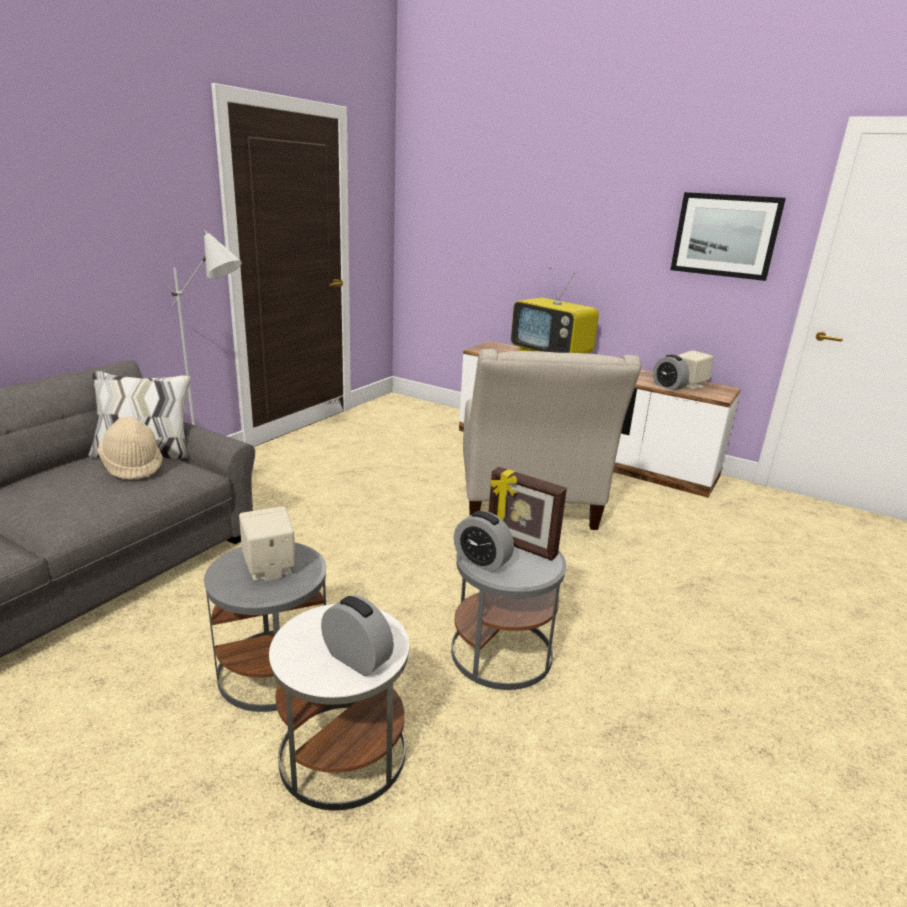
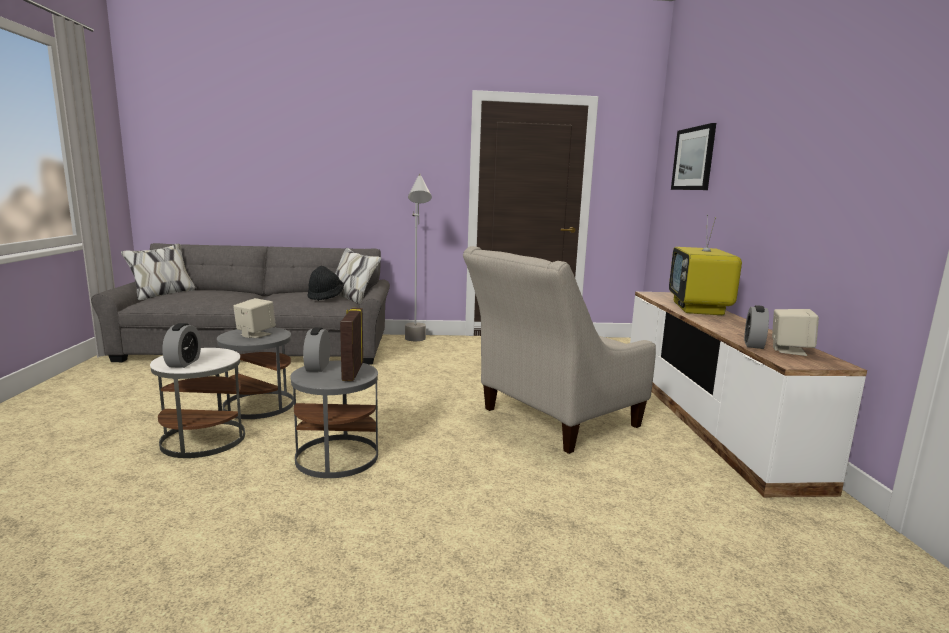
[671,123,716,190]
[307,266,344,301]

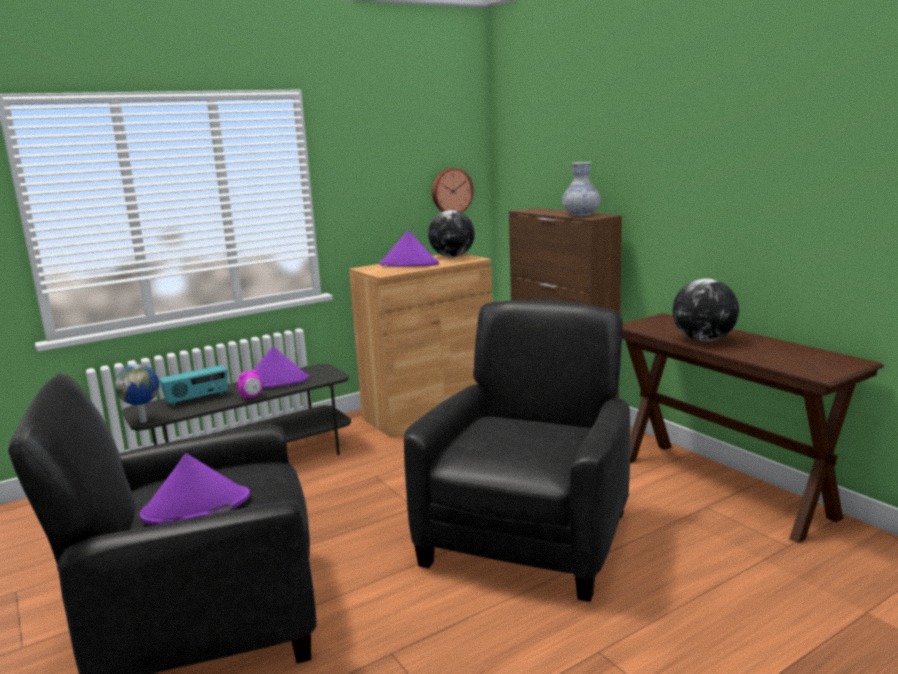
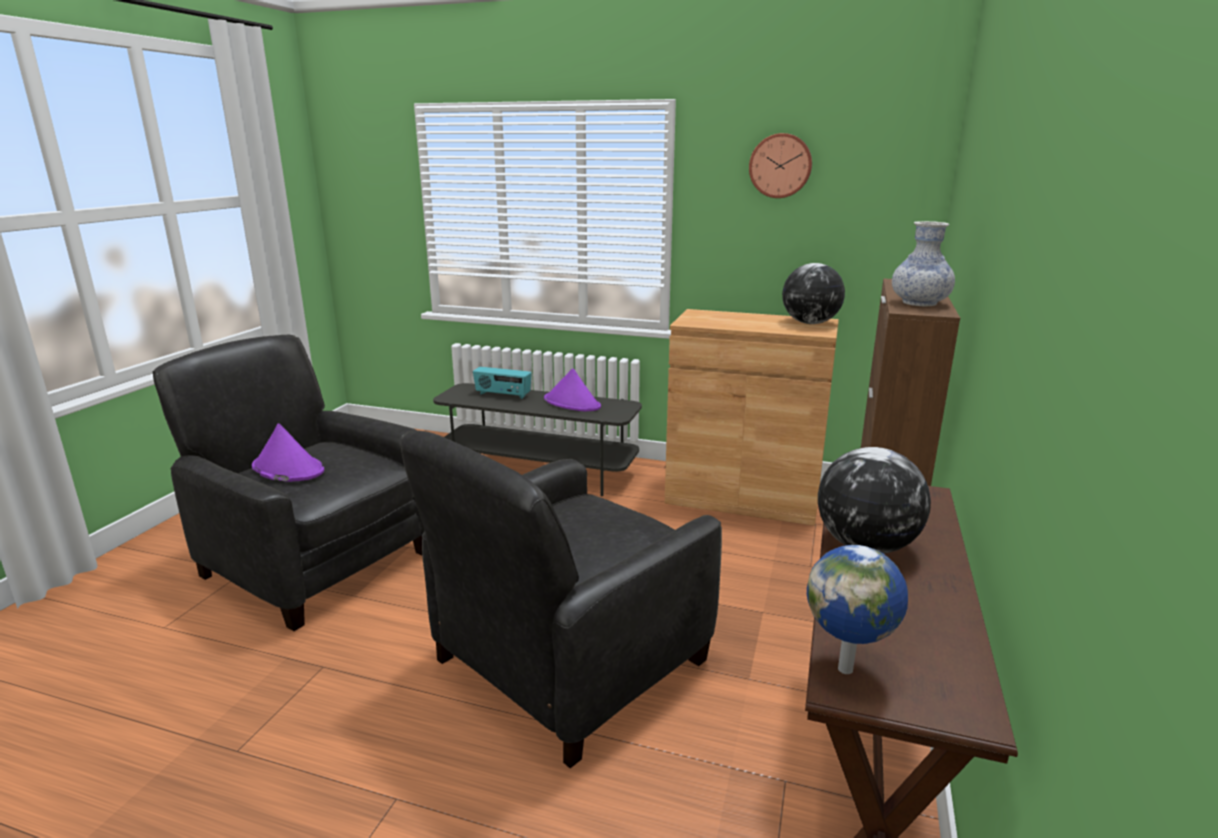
[749,133,812,198]
[379,230,439,267] (first image)
[400,430,722,768]
[807,545,908,674]
[238,370,263,399] (first image)

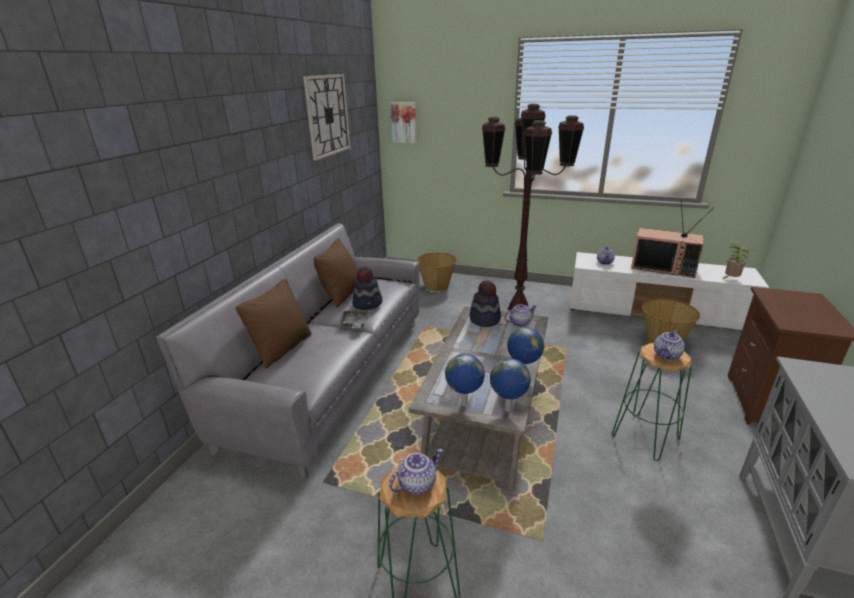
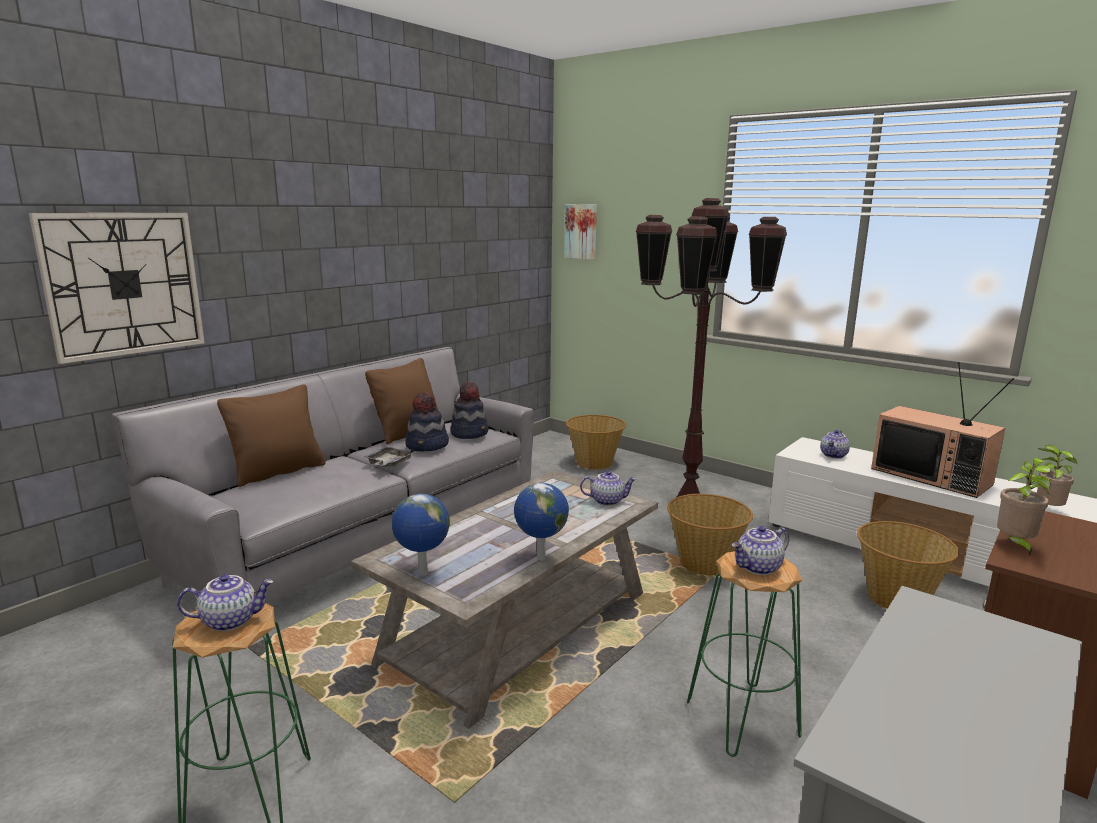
[29,213,205,364]
[450,382,489,439]
[490,358,531,412] (first image)
[997,457,1051,557]
[667,494,753,576]

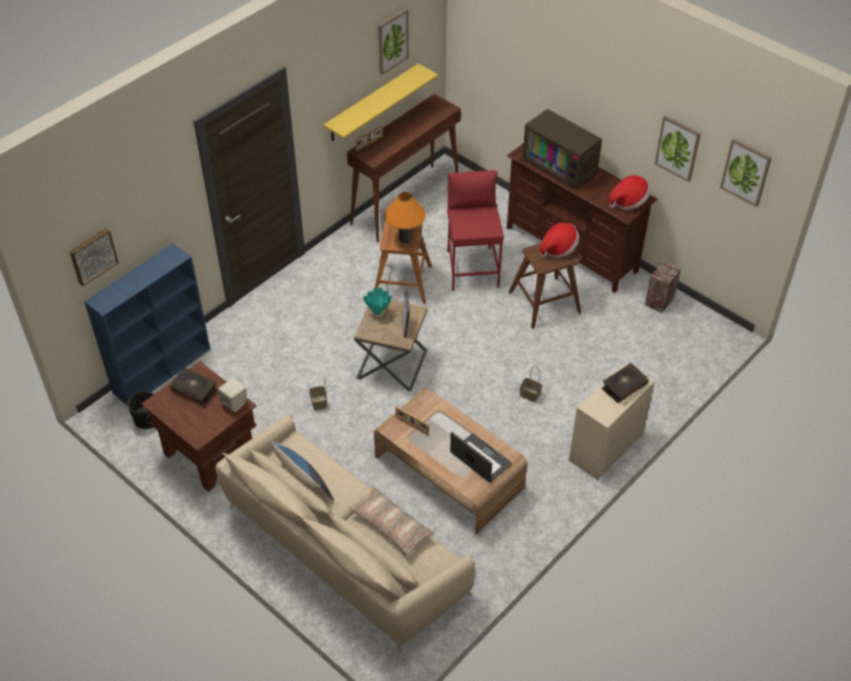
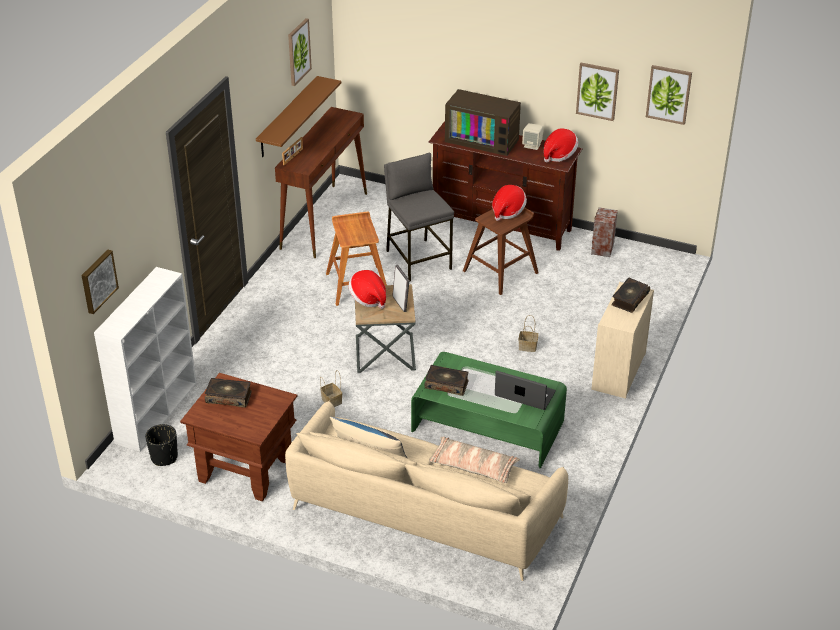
[256,76,341,157]
[384,153,454,282]
[385,192,426,243] (first image)
[94,267,197,451]
[349,270,386,309]
[522,123,544,150]
[411,352,567,468]
[425,365,469,396]

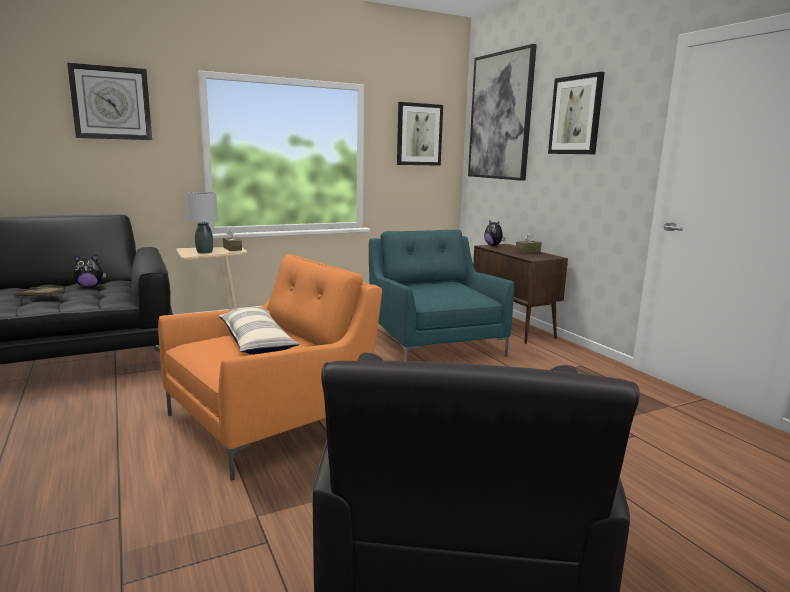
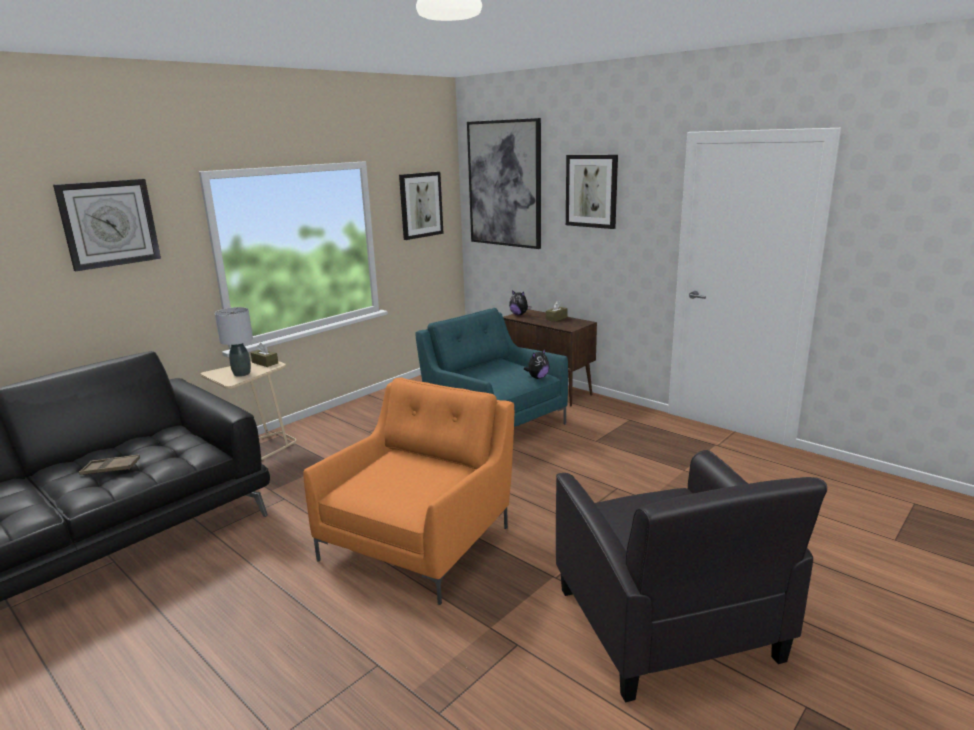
[524,349,550,379]
[219,308,300,355] (first image)

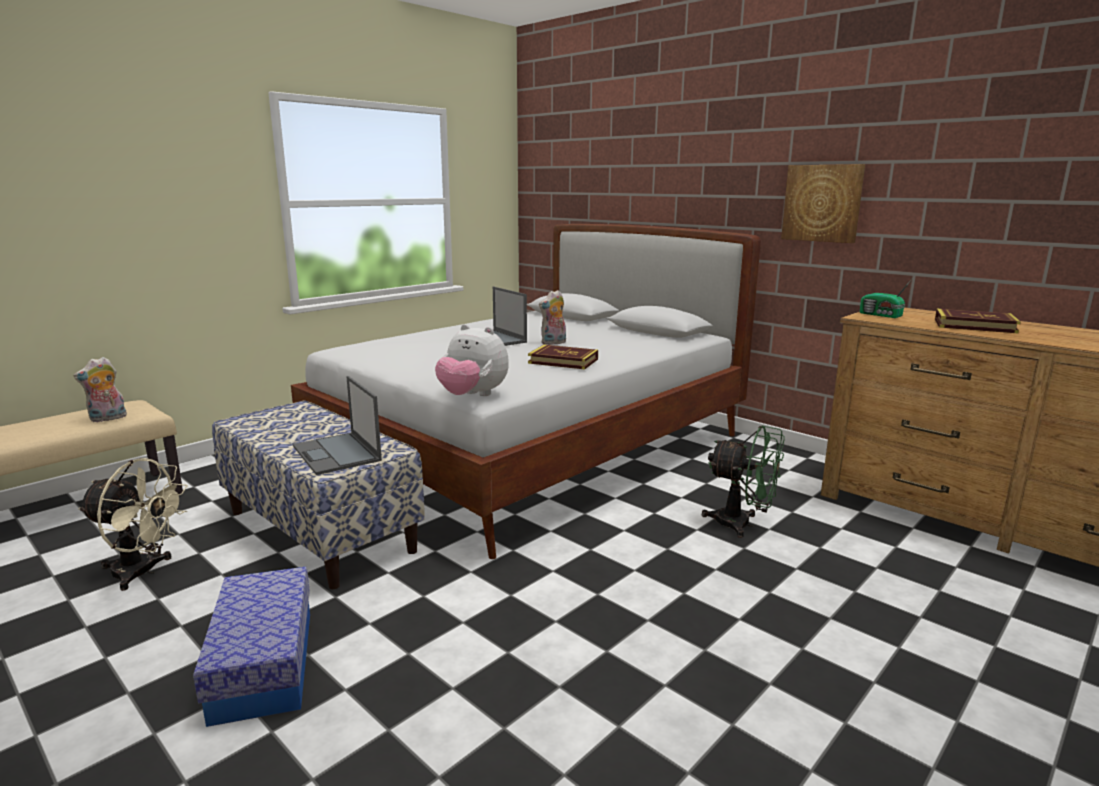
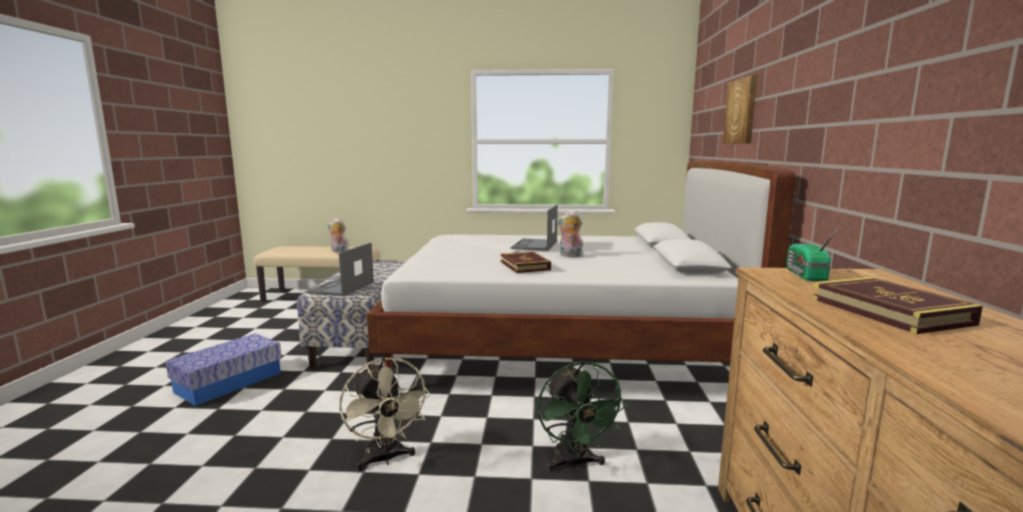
[723,75,757,144]
[435,324,509,396] (first image)
[339,357,430,471]

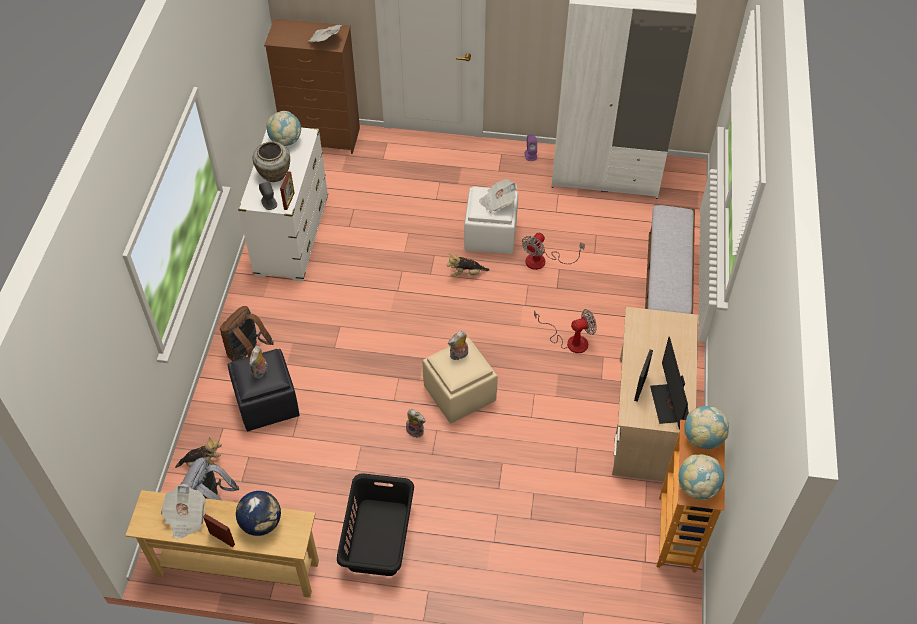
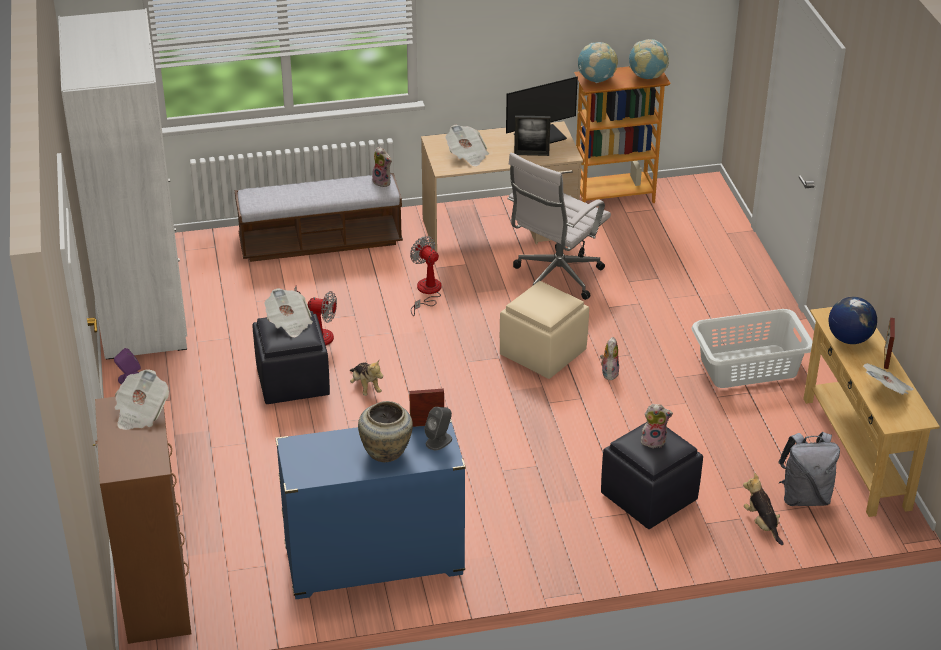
[266,111,301,146] (first image)
[275,420,466,599]
[253,311,330,404]
[220,306,274,361] (first image)
[372,147,392,187]
[692,309,813,388]
[446,125,489,167]
[507,153,611,300]

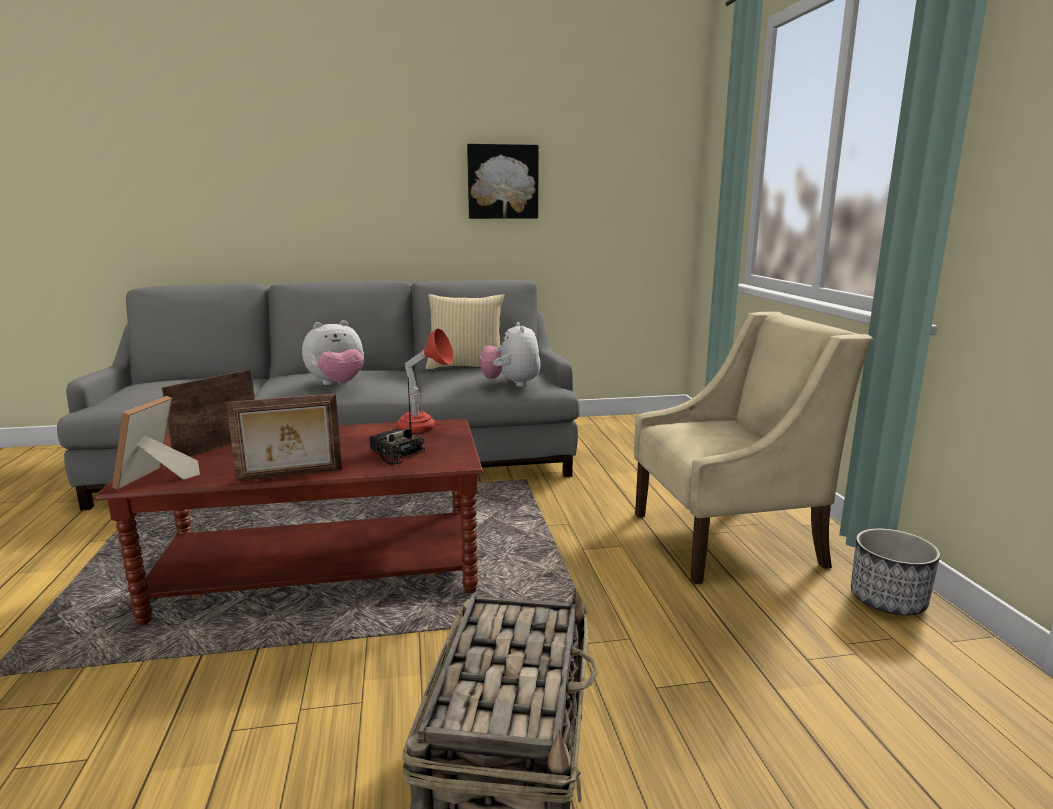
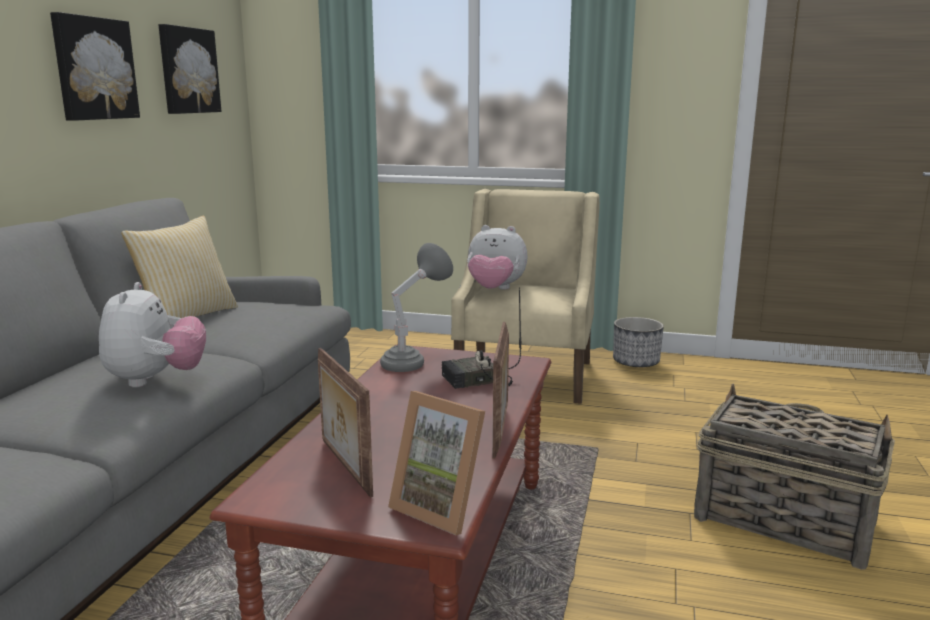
[467,225,528,290]
[380,243,453,372]
[158,24,221,114]

